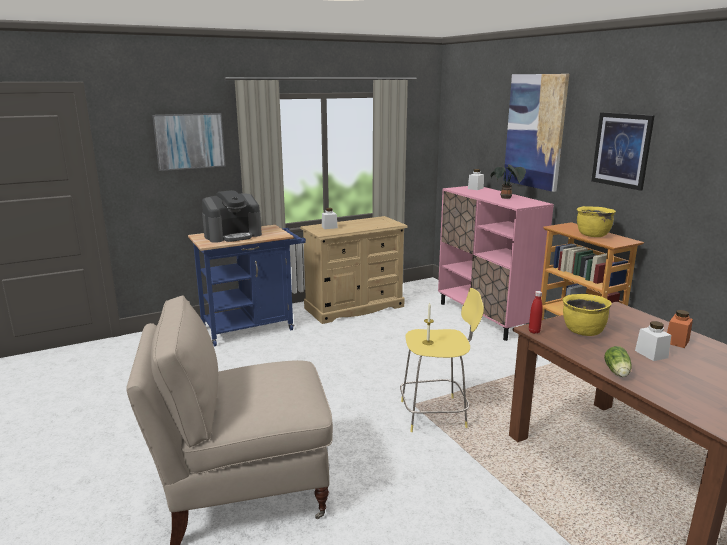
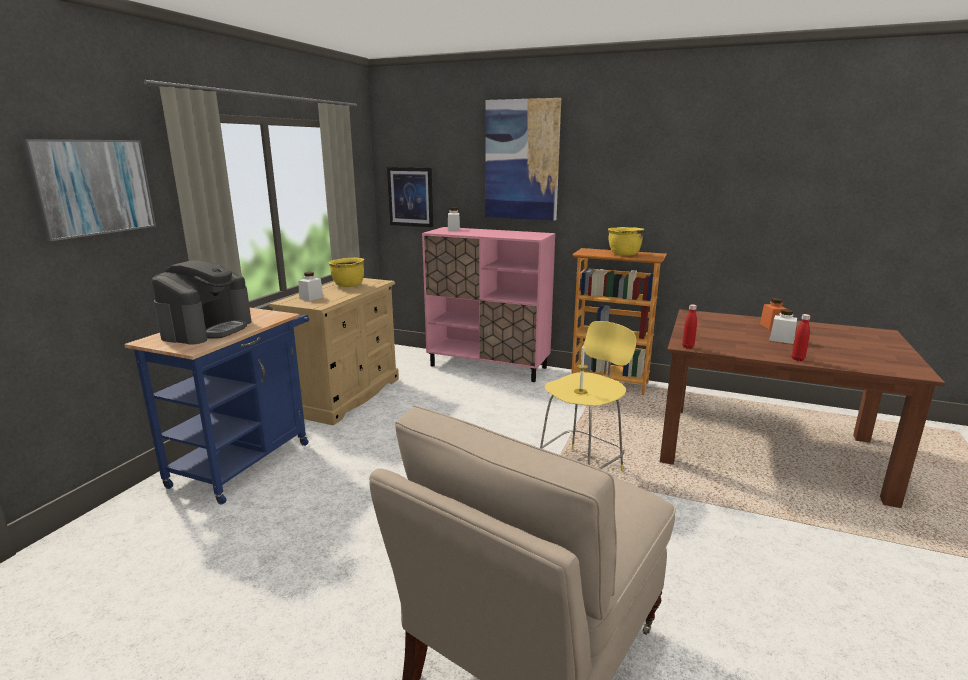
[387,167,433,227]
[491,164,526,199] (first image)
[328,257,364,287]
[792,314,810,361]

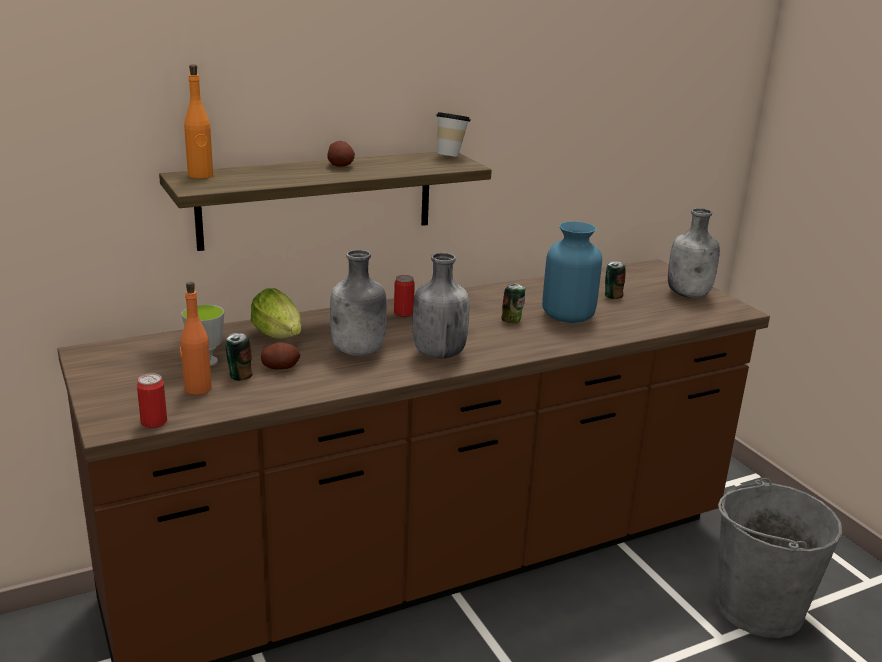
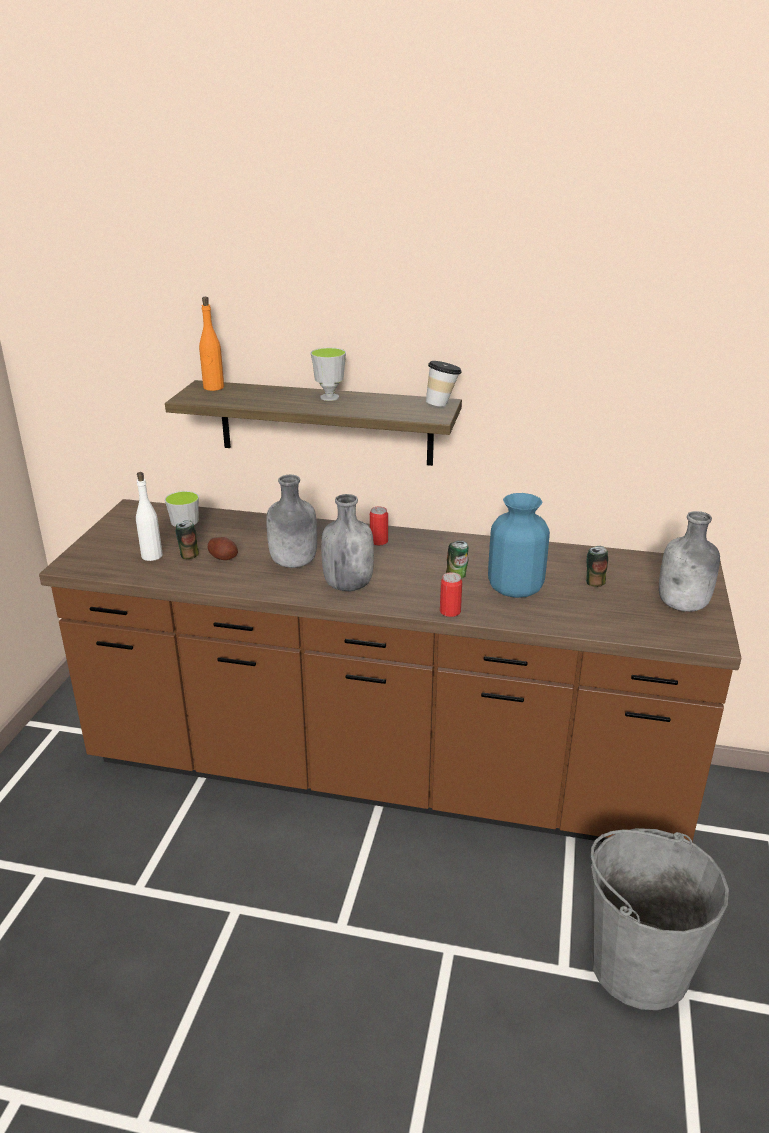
[311,348,346,401]
[136,472,163,561]
[251,288,301,339] (first image)
[440,573,462,617]

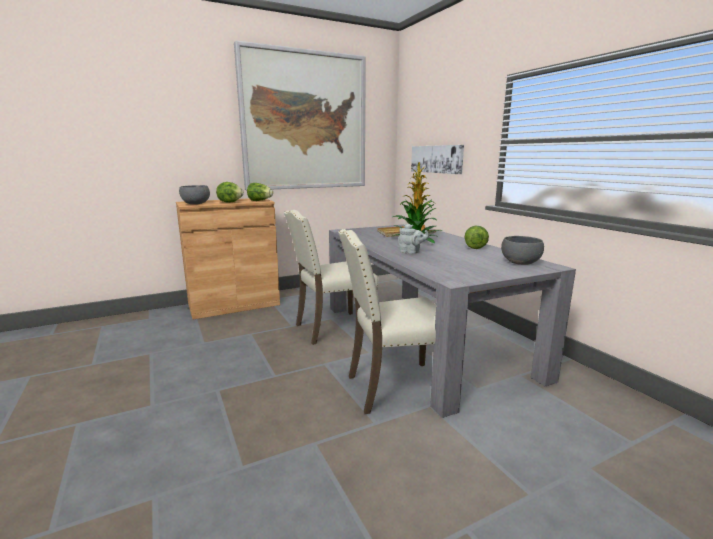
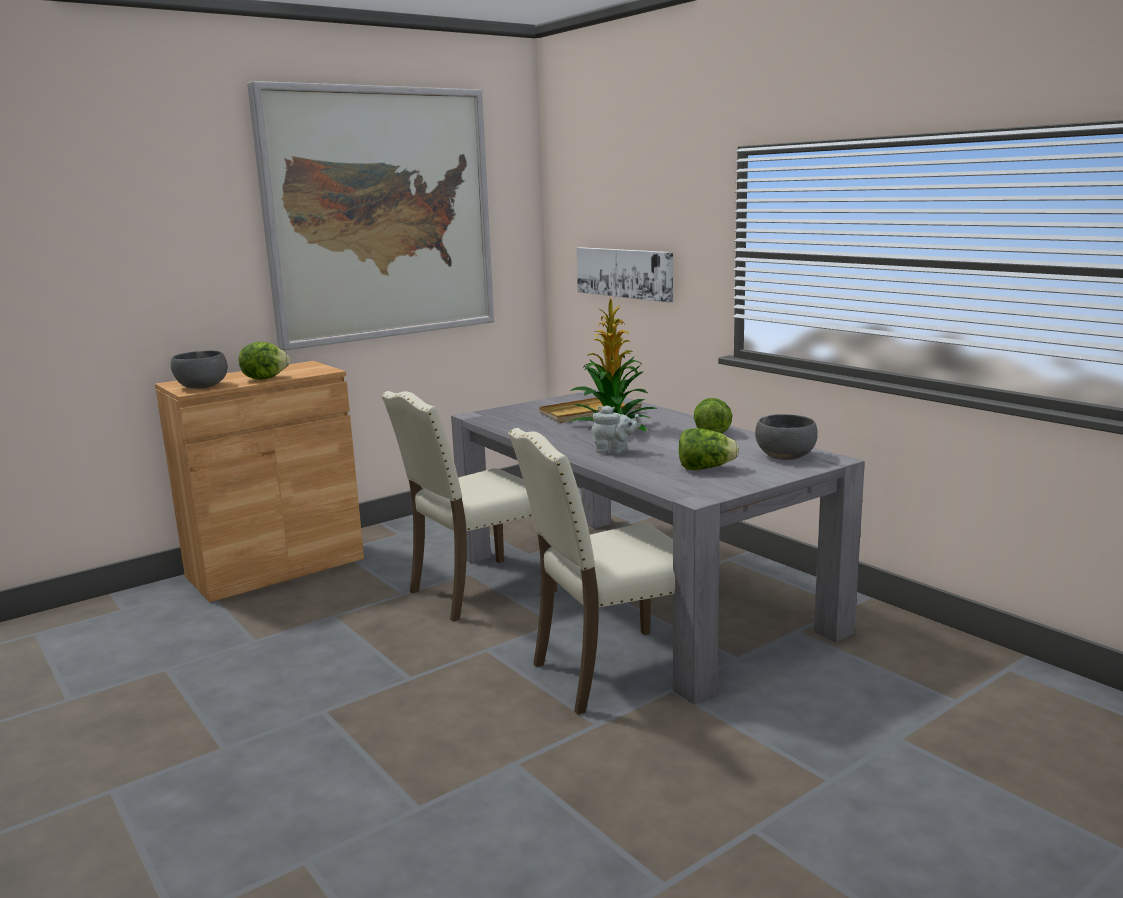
[679,428,739,470]

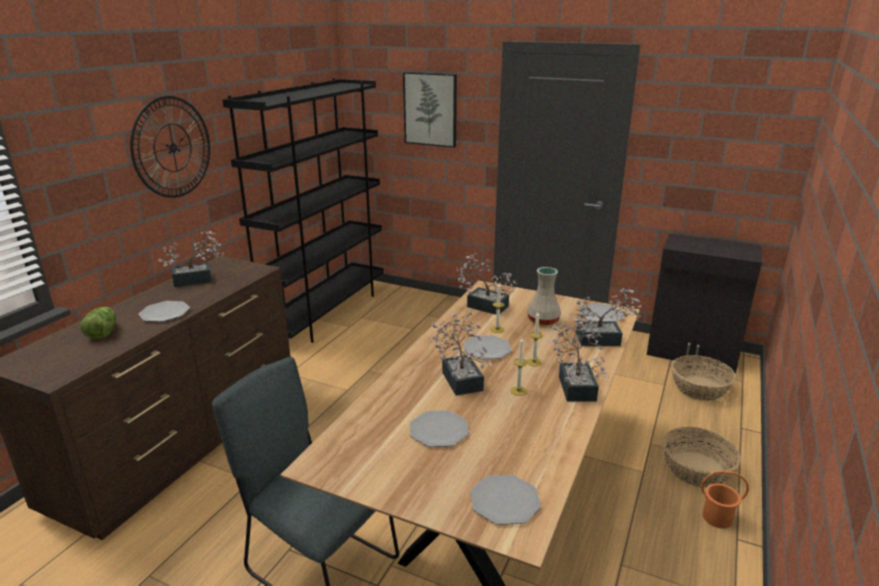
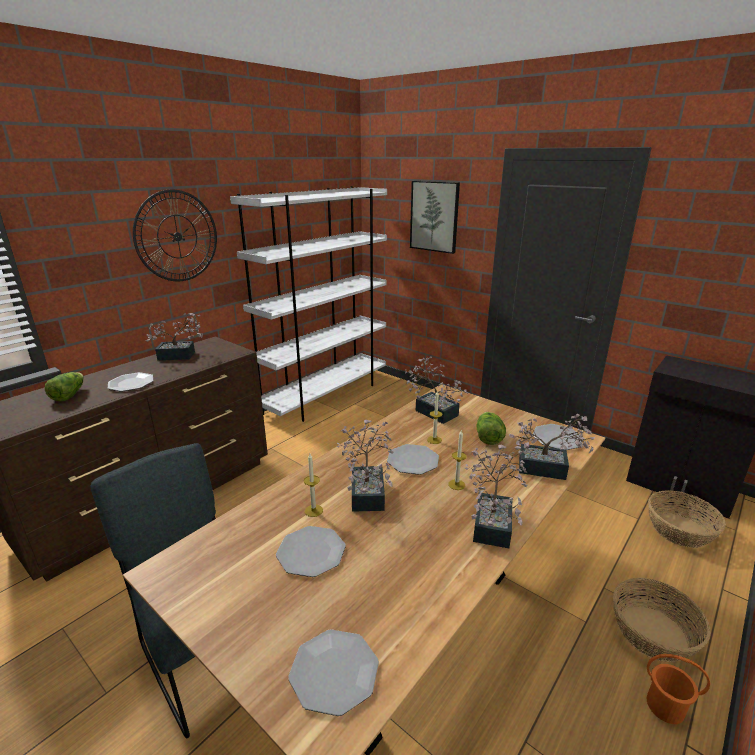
[230,186,387,422]
[476,412,506,445]
[304,454,323,517]

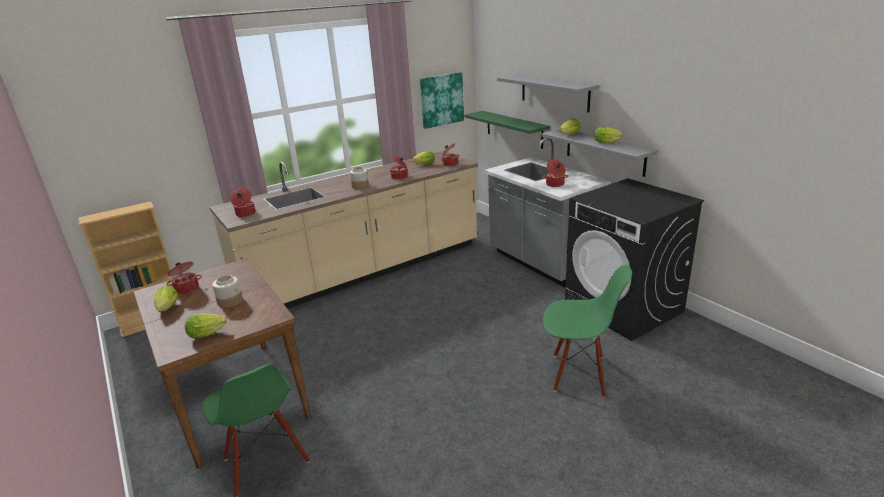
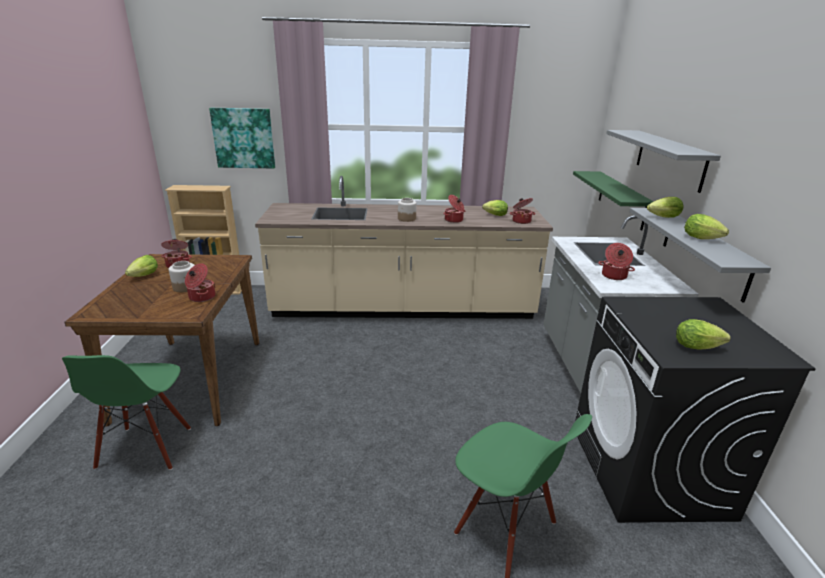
[209,108,275,169]
[185,263,215,302]
[676,319,731,350]

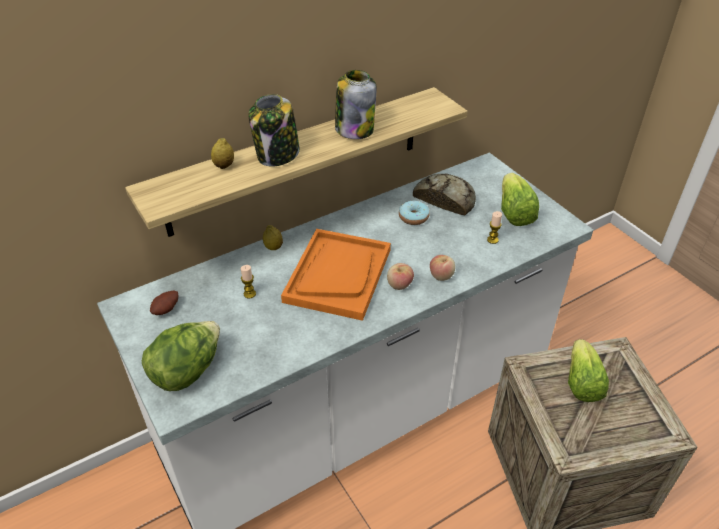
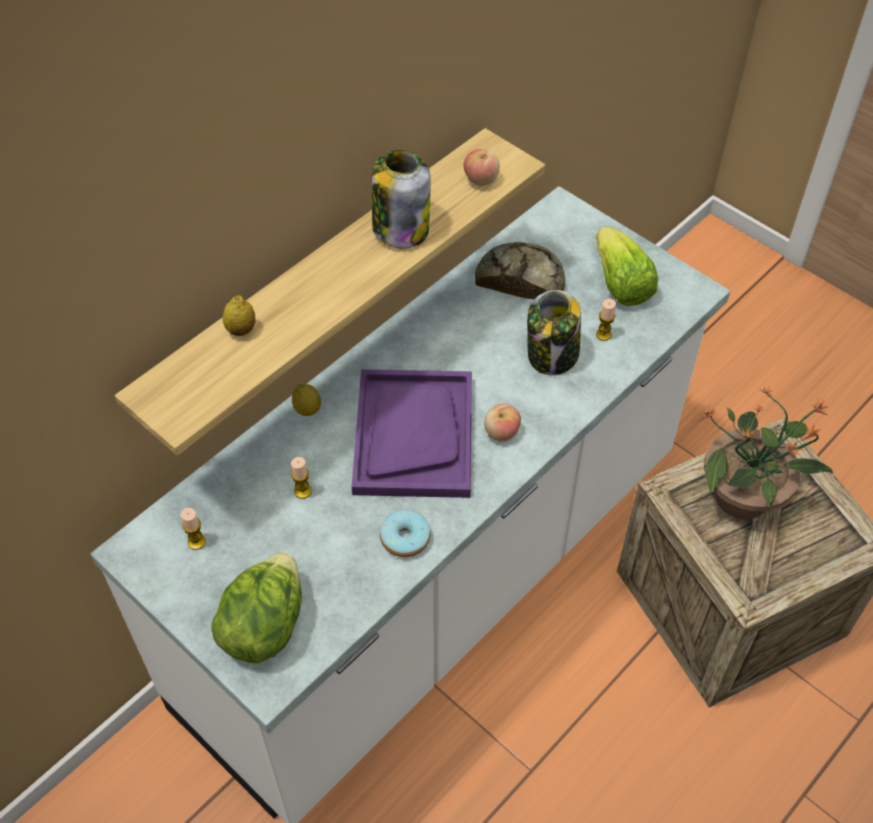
[527,290,581,375]
[380,510,430,557]
[352,369,472,498]
[463,149,500,186]
[180,508,206,550]
[697,387,834,519]

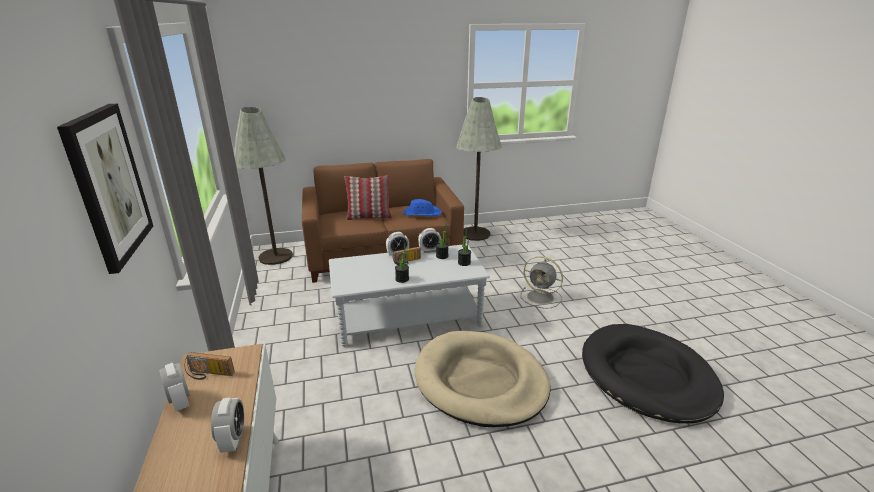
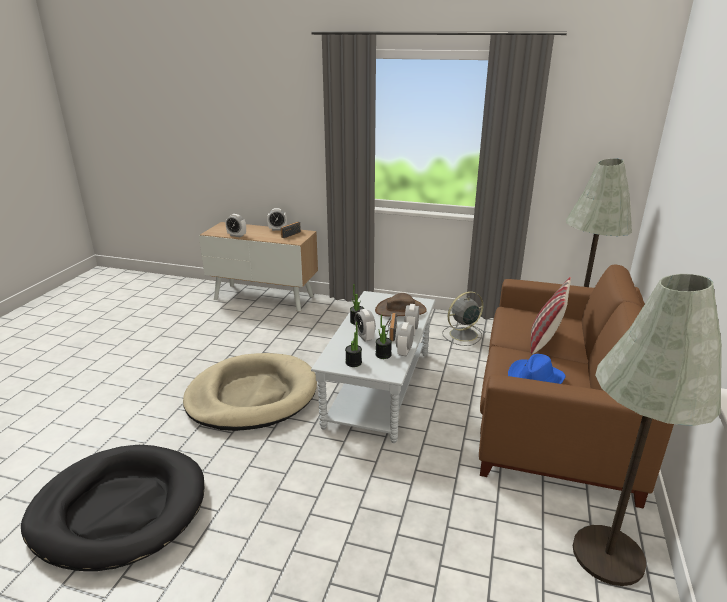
[57,104,153,274] (first image)
[442,291,486,346]
[375,293,427,317]
[355,309,376,342]

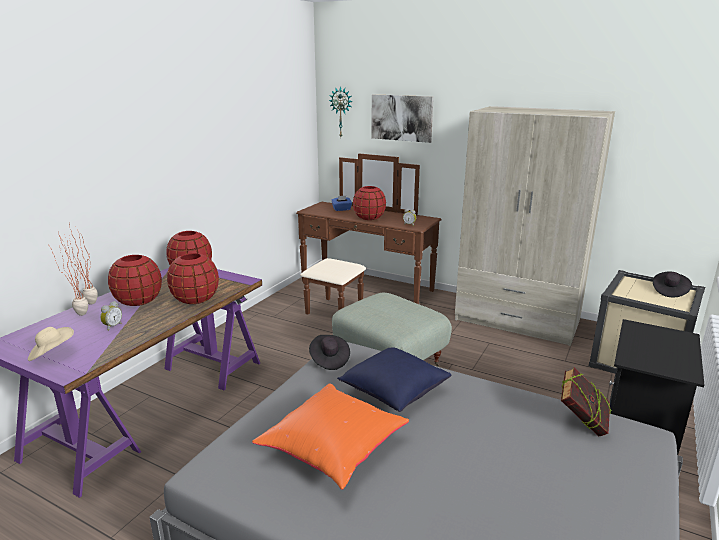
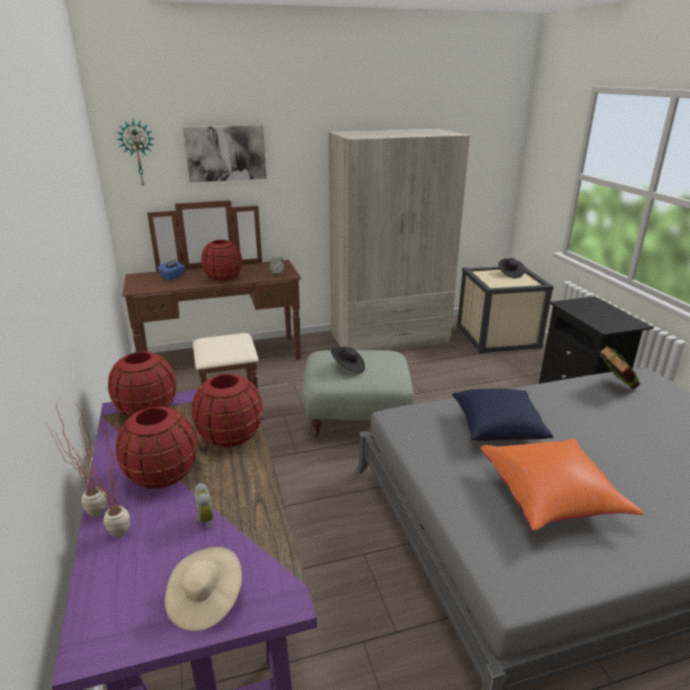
[331,347,365,373]

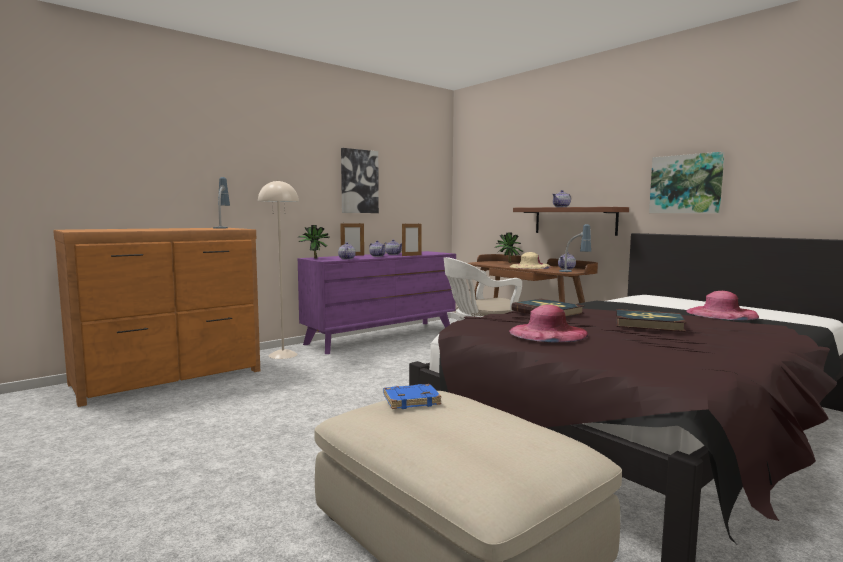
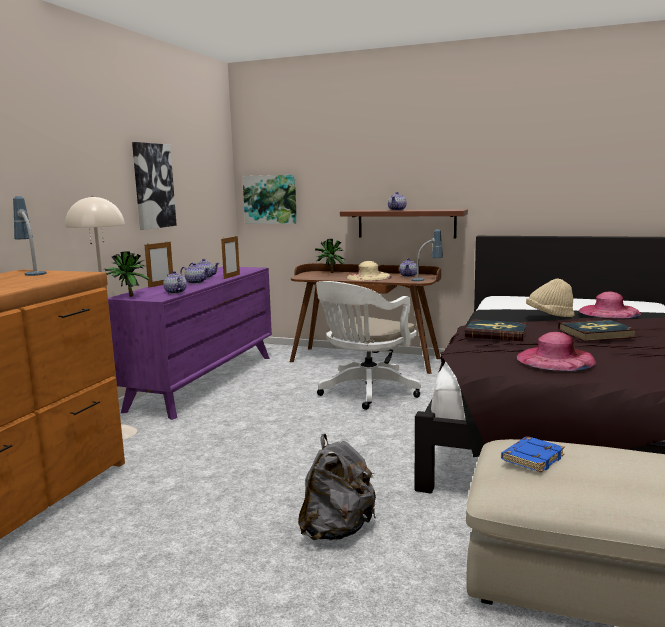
[243,175,297,224]
[526,278,575,317]
[298,434,376,540]

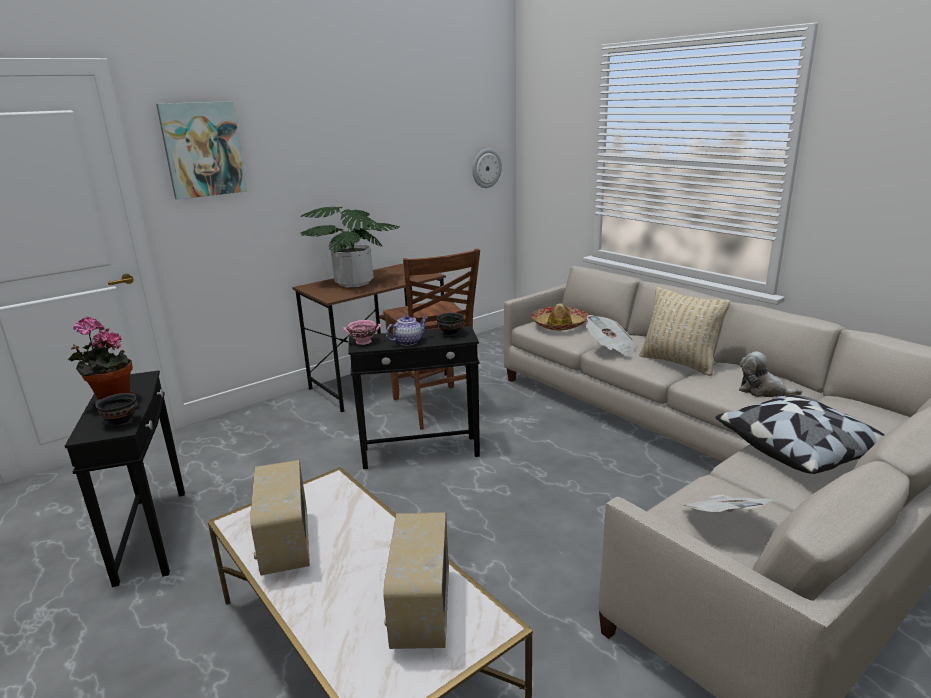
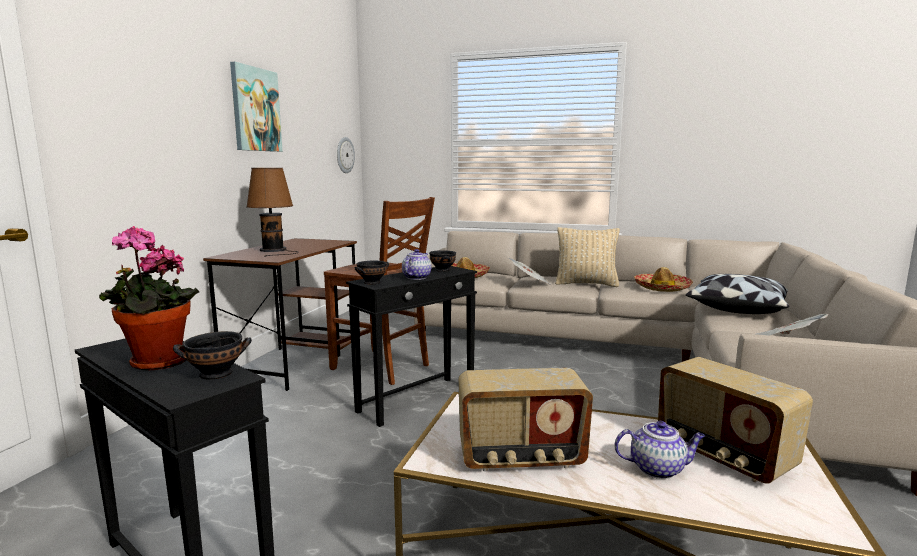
[230,62,283,152]
[246,168,299,257]
[354,261,389,285]
[634,267,693,292]
[458,368,593,472]
[614,421,705,479]

